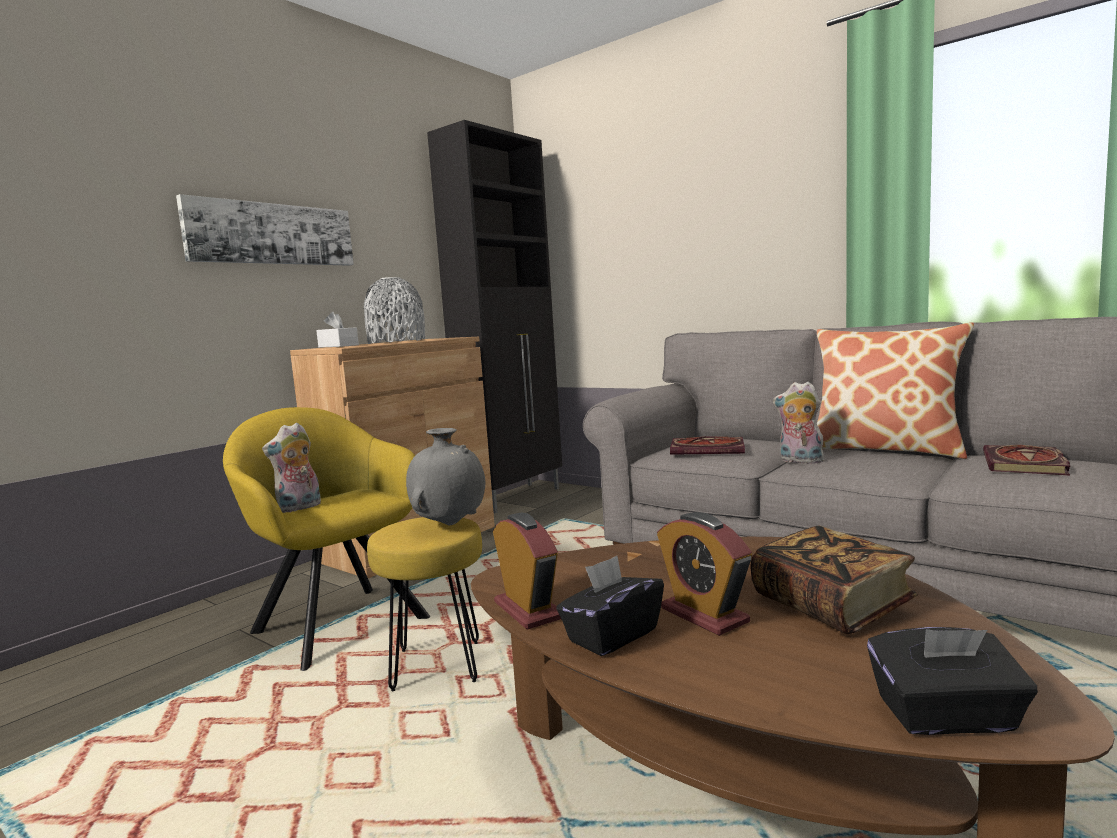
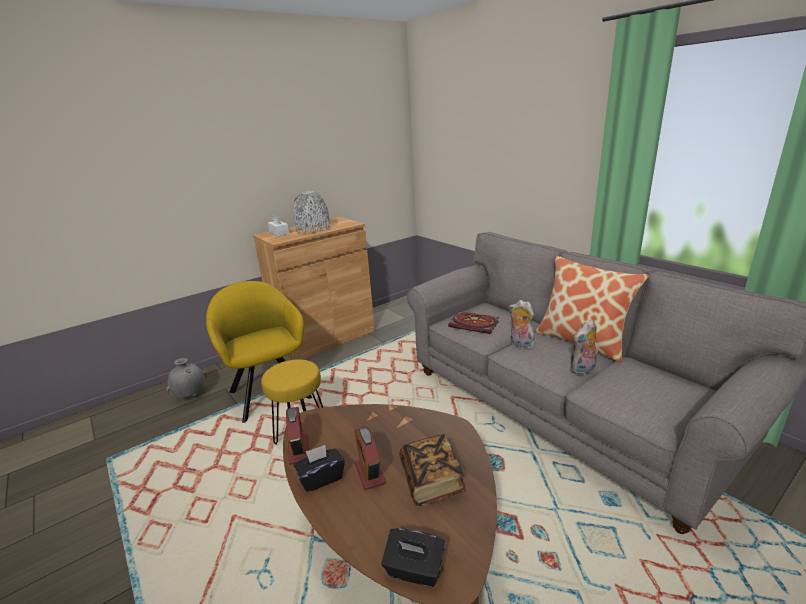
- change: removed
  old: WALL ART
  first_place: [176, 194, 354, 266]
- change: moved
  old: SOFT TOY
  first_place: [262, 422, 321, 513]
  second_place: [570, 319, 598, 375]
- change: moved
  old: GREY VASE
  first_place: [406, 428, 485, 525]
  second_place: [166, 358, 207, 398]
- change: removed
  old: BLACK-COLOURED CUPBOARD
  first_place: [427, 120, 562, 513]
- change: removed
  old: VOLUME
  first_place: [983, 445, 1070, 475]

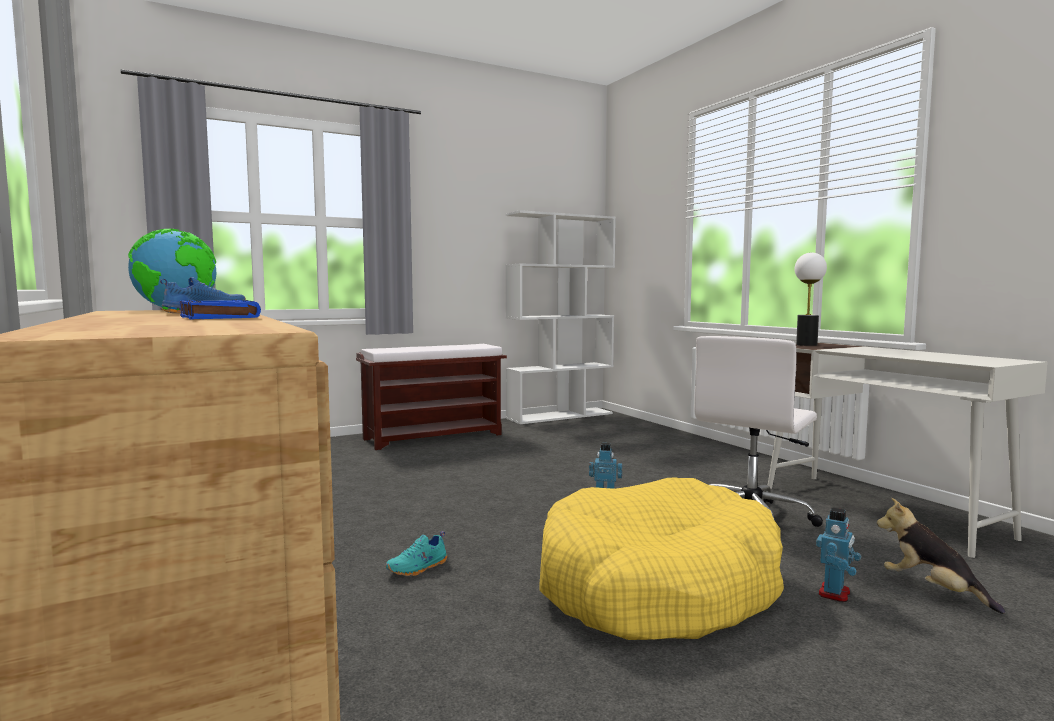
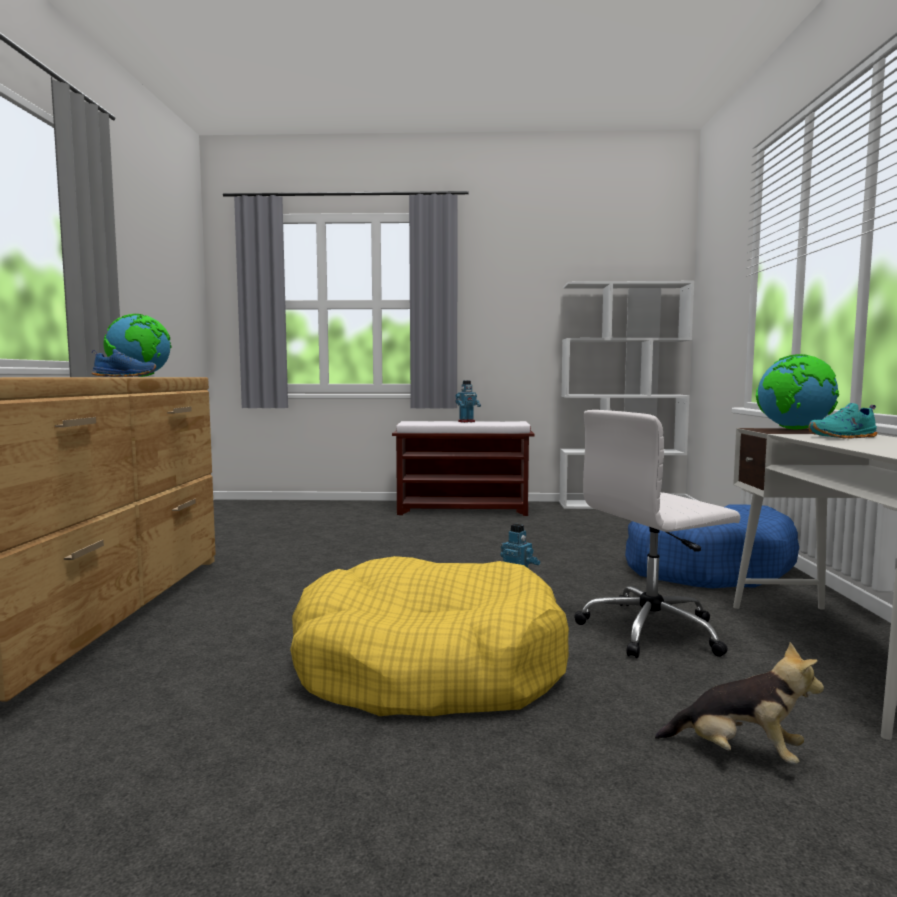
- change: removed
  old: BLUE-COLOURED VOLUME
  first_place: [179, 299, 261, 319]
- change: moved
  old: TURQUOISE SHOE
  first_place: [386, 531, 447, 576]
  second_place: [808, 403, 877, 439]
- change: replaced
  old: TABLE LAMP
  new: GLOBE
  first_place: [795, 253, 827, 346]
  second_place: [756, 354, 839, 429]
- change: moved
  old: TOY ROBOT
  first_place: [816, 507, 861, 602]
  second_place: [456, 381, 481, 423]
- change: turned
  old: SOFT TOY
  first_place: [877, 498, 1005, 614]
  second_place: [655, 642, 824, 764]
  degrees: 120
- change: added
  new: BLUE-COLOURED DOG CUSHION
  second_place: [625, 504, 799, 588]

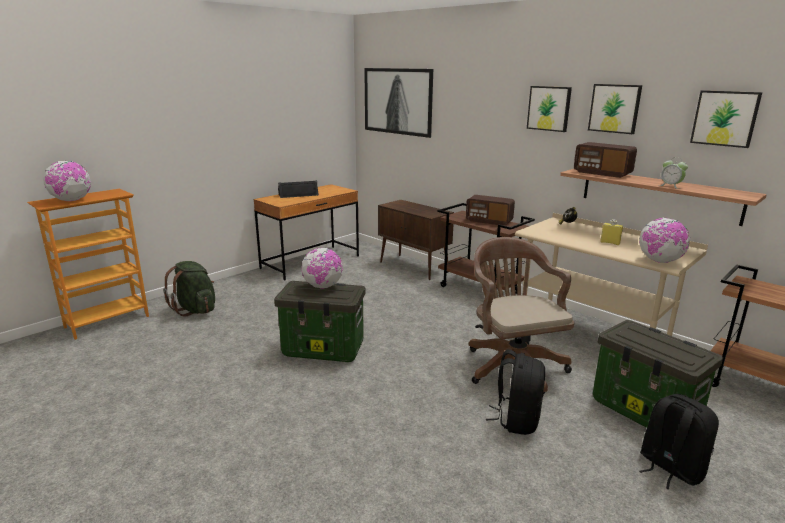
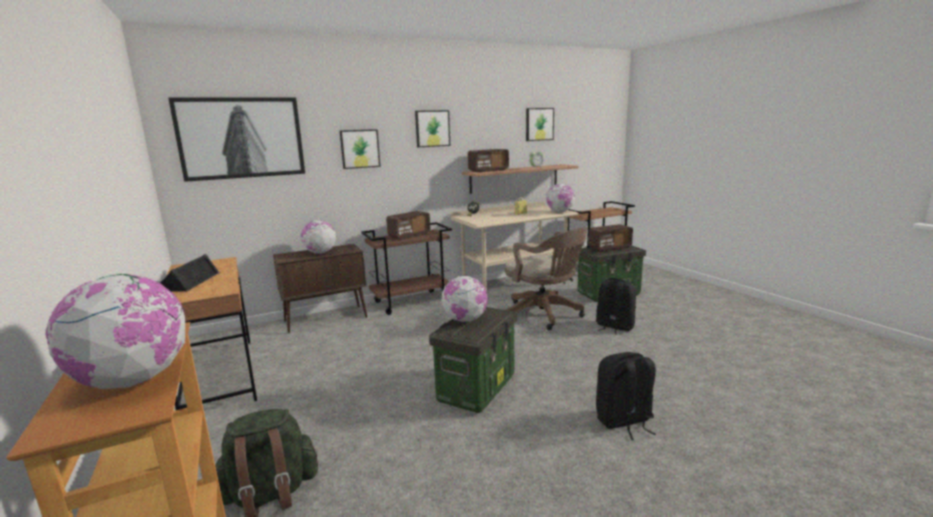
- change: turned
  old: BROWNISH DESK CHAIR
  first_place: [468, 237, 574, 394]
  second_place: [504, 227, 588, 330]
  degrees: -135
- change: moved
  old: WALL ART
  first_place: [588, 84, 642, 134]
  second_place: [340, 129, 380, 169]
- change: moved
  old: BLACK-COLOURED RUCKSACK
  first_place: [640, 394, 719, 490]
  second_place: [596, 352, 656, 440]
- change: added
  new: GLOBE
  second_place: [301, 220, 336, 254]
- change: added
  new: RADIO
  second_place: [588, 224, 633, 252]

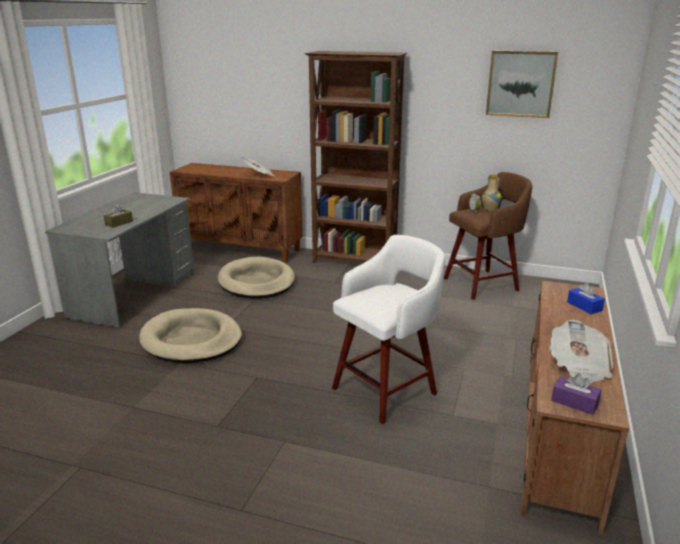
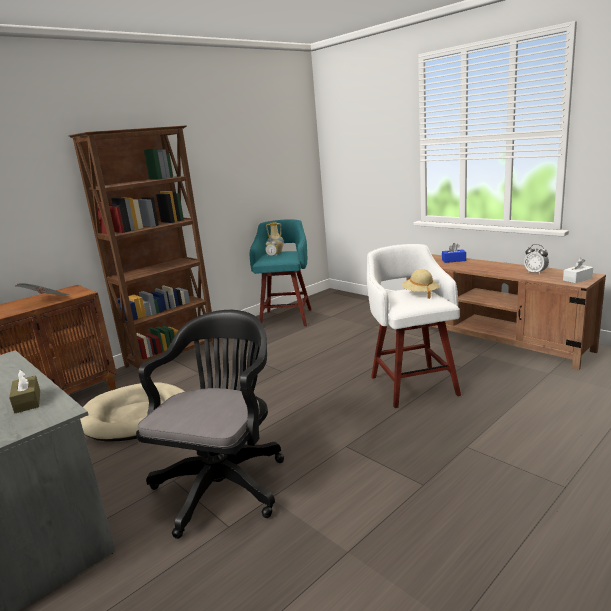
- change: replaced
  old: SAND-COLOURED DOG CUSHION
  new: BLACK-COLOURED DESK CHAIR
  first_place: [139, 308, 242, 363]
  second_place: [136, 310, 284, 539]
- change: recoloured
  old: BROWNISH STOOL SEAT
  new: TURQUOISE STOOL SEAT
  first_place: [444, 172, 532, 300]
  second_place: [250, 219, 312, 326]
- change: removed
  old: WALL ART
  first_place: [486, 51, 558, 118]
- change: replaced
  old: PRINTED PAPER
  new: BEDSIDE CLOCK
  first_place: [549, 320, 613, 385]
  second_place: [524, 244, 549, 274]
- change: recoloured
  old: PURPLE BOX OF TISSUES
  new: WHITE BOX OF TISSUES
  first_place: [551, 373, 602, 415]
  second_place: [563, 258, 593, 283]
- change: added
  new: SAND-COLOURED WEARABLE HAT
  second_place: [402, 269, 439, 299]

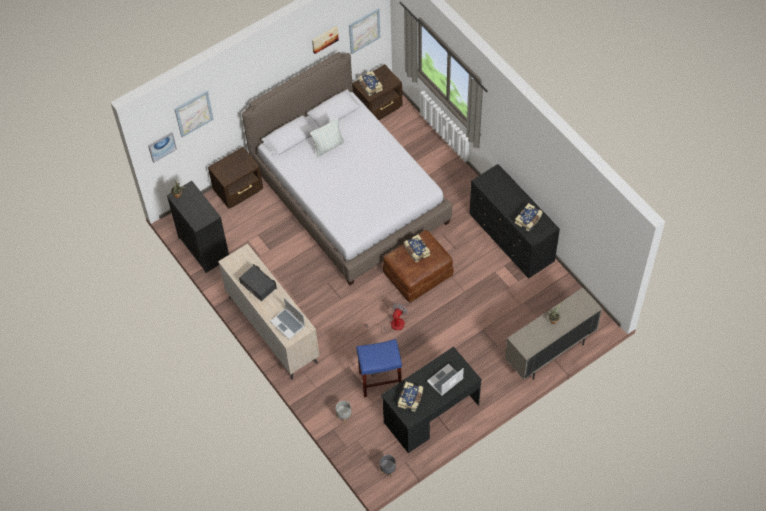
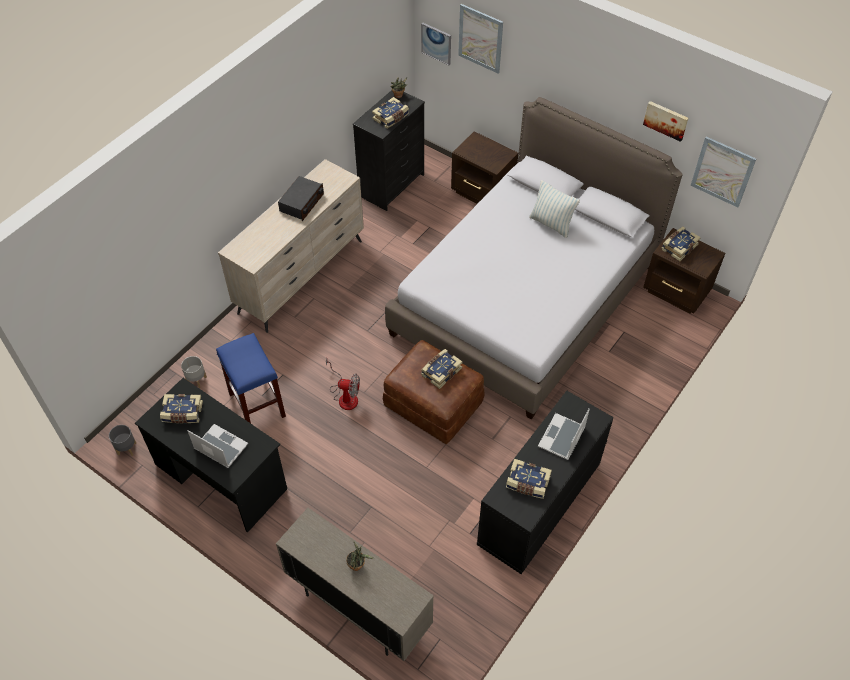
- change: moved
  old: NOTEBOOK COMPUTER
  first_place: [270, 298, 305, 339]
  second_place: [538, 409, 590, 460]
- change: added
  new: VOLUME
  second_place: [372, 97, 409, 129]

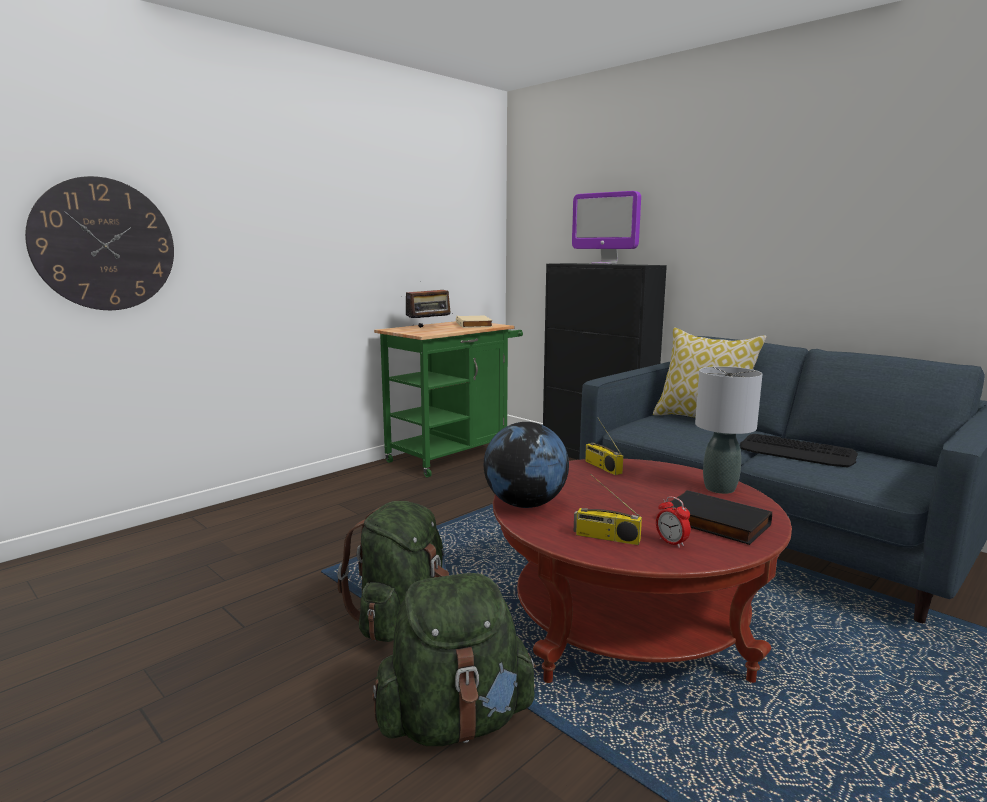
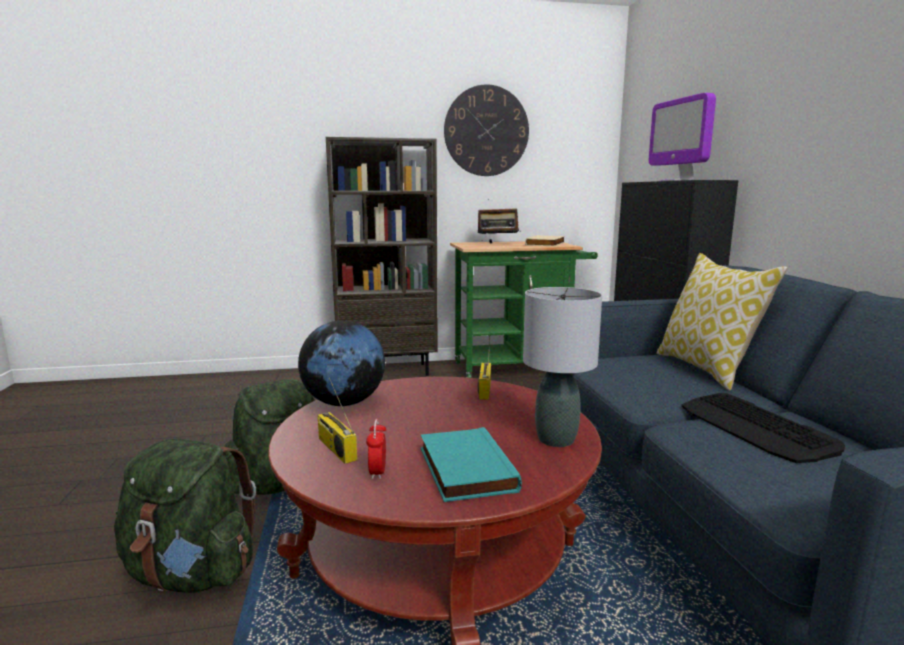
- change: moved
  old: WALL CLOCK
  first_place: [25, 176, 174, 310]
  second_place: [444, 84, 529, 176]
- change: recoloured
  old: BLACK-COLOURED VOLUME
  new: TURQUOISE VOLUME
  first_place: [665, 490, 772, 545]
  second_place: [421, 427, 522, 502]
- change: added
  new: BROWNISH SHELVING UNIT
  second_place: [326, 137, 438, 376]

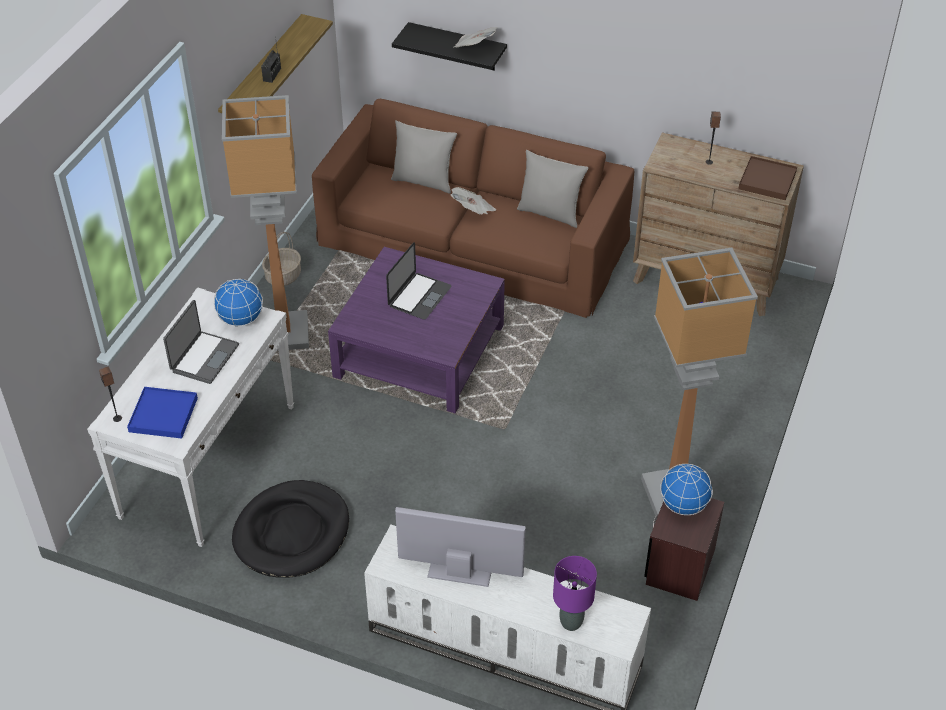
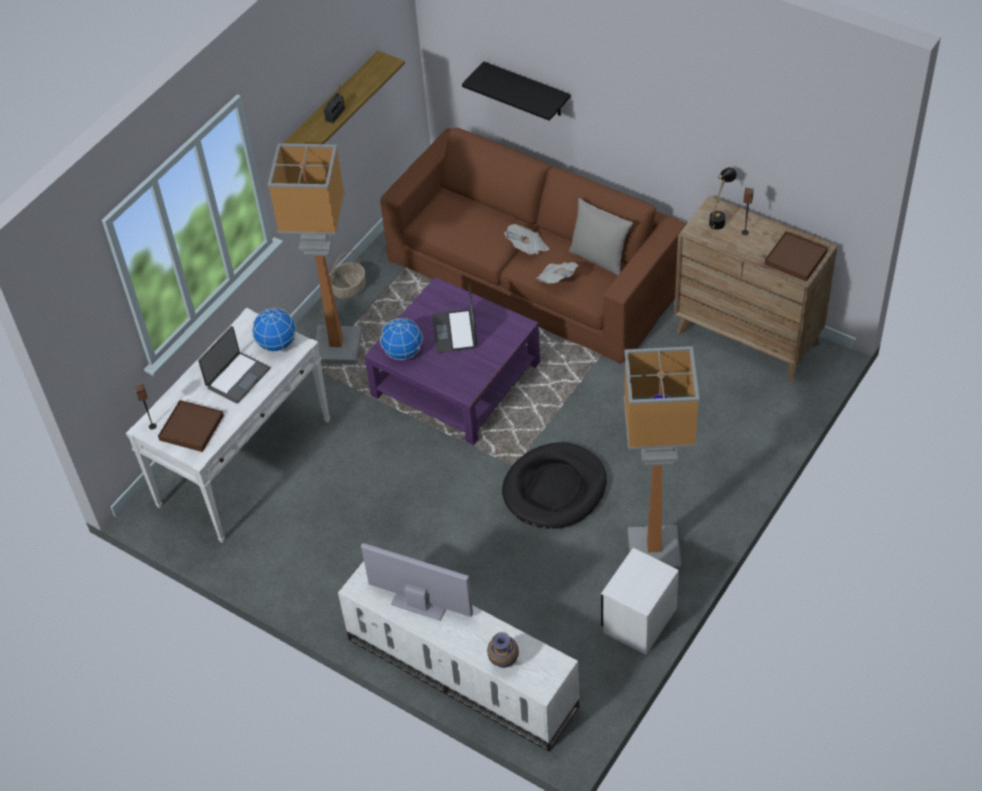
- change: recoloured
  old: BLUE-COLOURED TRAY
  new: BROWNISH TRAY
  first_place: [127, 387, 198, 439]
  second_place: [158, 400, 224, 452]
- change: moved
  old: BLACK-COLOURED DOG CUSHION
  first_place: [232, 480, 349, 578]
  second_place: [502, 442, 607, 529]
- change: turned
  old: NOTEBOOK COMPUTER
  first_place: [386, 242, 451, 320]
  second_place: [432, 284, 477, 353]
  degrees: 135
- change: removed
  old: GREY THROW PILLOW
  first_place: [391, 120, 457, 194]
- change: moved
  old: PRINTED PAPER
  first_place: [453, 27, 498, 48]
  second_place: [536, 262, 579, 284]
- change: replaced
  old: PURPLE TABLE LAMP
  new: VASE
  first_place: [553, 556, 597, 631]
  second_place: [487, 632, 519, 668]
- change: recoloured
  old: BROWNISH BEDSIDE TABLE
  new: WHITE BEDSIDE TABLE
  first_place: [644, 498, 724, 601]
  second_place: [601, 548, 679, 655]
- change: moved
  old: GLOBE
  first_place: [660, 464, 713, 515]
  second_place: [380, 318, 423, 360]
- change: added
  new: BLACK-COLOURED TABLE LAMP
  second_place: [709, 167, 737, 230]

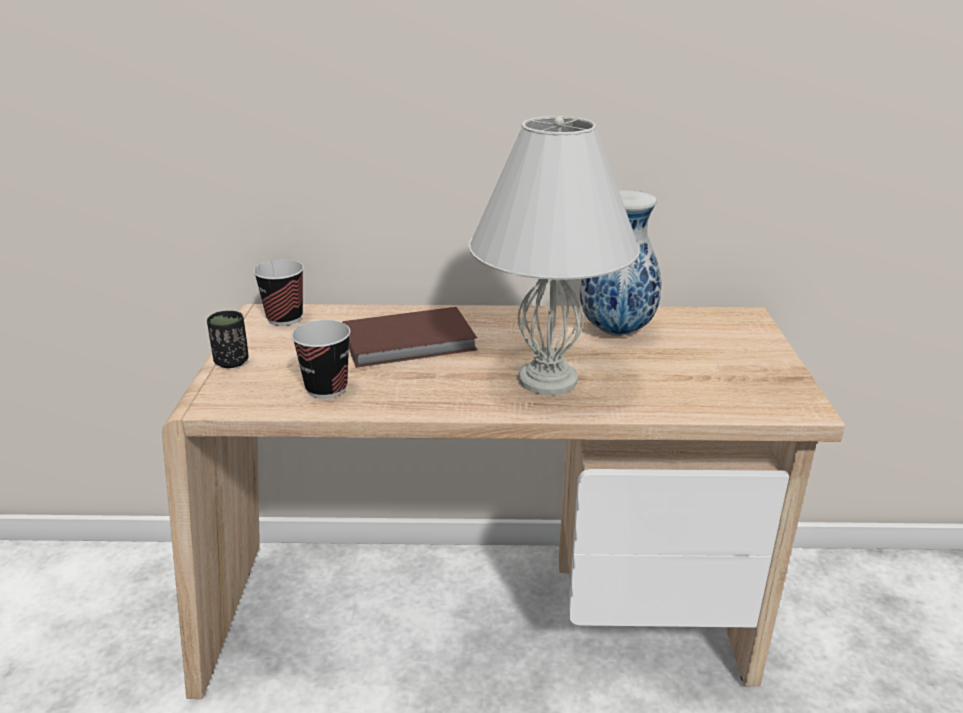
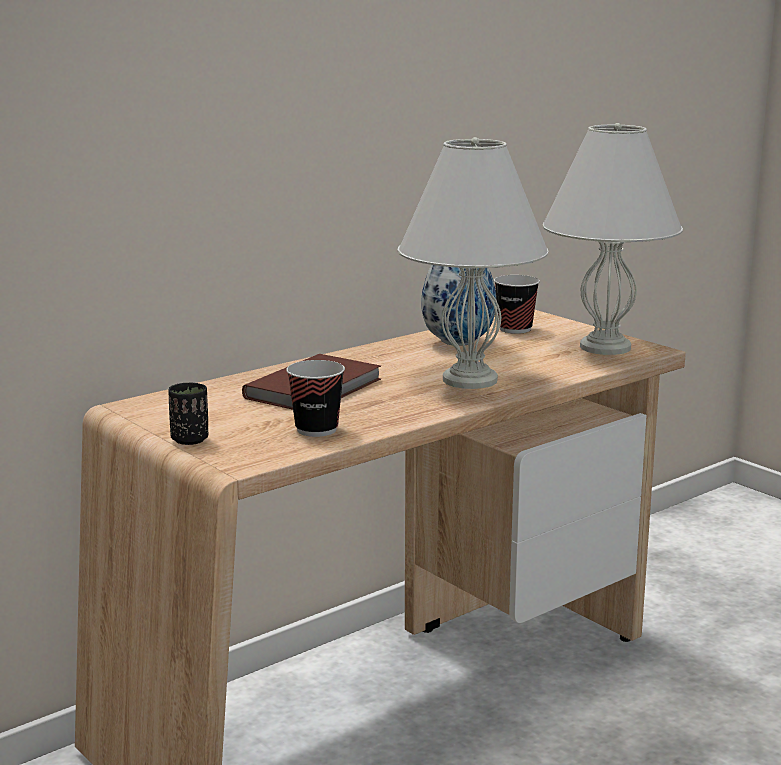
- change: moved
  old: SMALL CUP
  first_place: [253, 260, 304, 326]
  second_place: [494, 275, 540, 334]
- change: added
  new: WHITE TABLE LAMP
  second_place: [543, 123, 683, 355]

